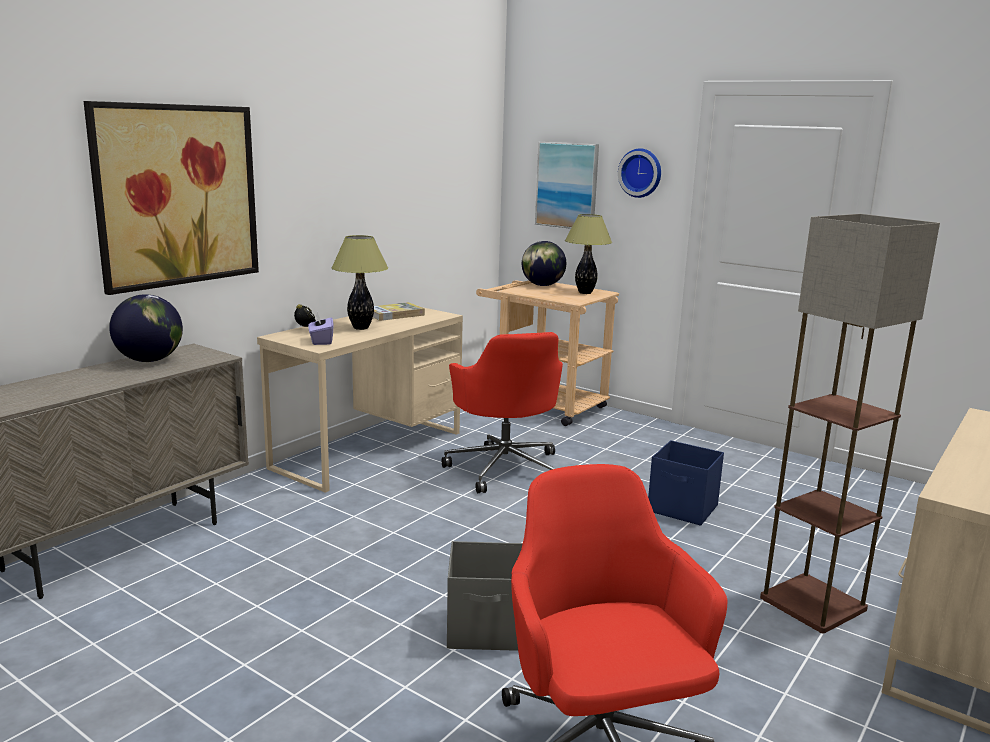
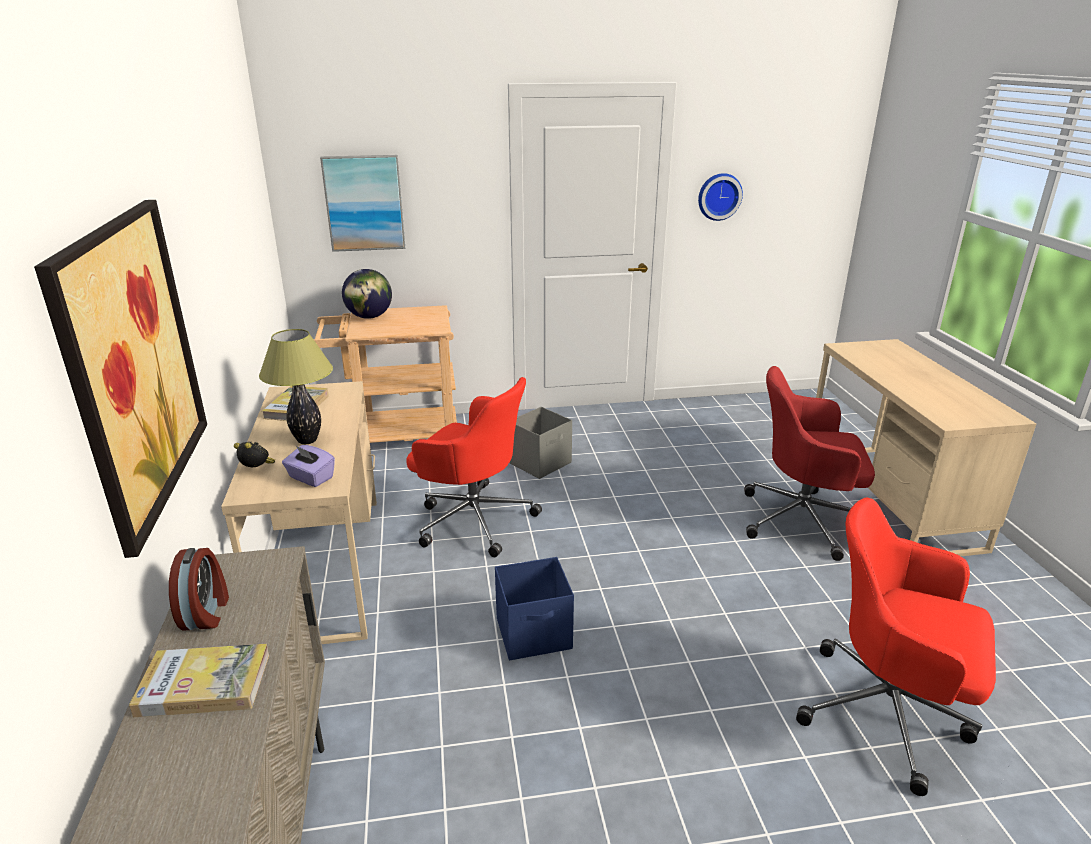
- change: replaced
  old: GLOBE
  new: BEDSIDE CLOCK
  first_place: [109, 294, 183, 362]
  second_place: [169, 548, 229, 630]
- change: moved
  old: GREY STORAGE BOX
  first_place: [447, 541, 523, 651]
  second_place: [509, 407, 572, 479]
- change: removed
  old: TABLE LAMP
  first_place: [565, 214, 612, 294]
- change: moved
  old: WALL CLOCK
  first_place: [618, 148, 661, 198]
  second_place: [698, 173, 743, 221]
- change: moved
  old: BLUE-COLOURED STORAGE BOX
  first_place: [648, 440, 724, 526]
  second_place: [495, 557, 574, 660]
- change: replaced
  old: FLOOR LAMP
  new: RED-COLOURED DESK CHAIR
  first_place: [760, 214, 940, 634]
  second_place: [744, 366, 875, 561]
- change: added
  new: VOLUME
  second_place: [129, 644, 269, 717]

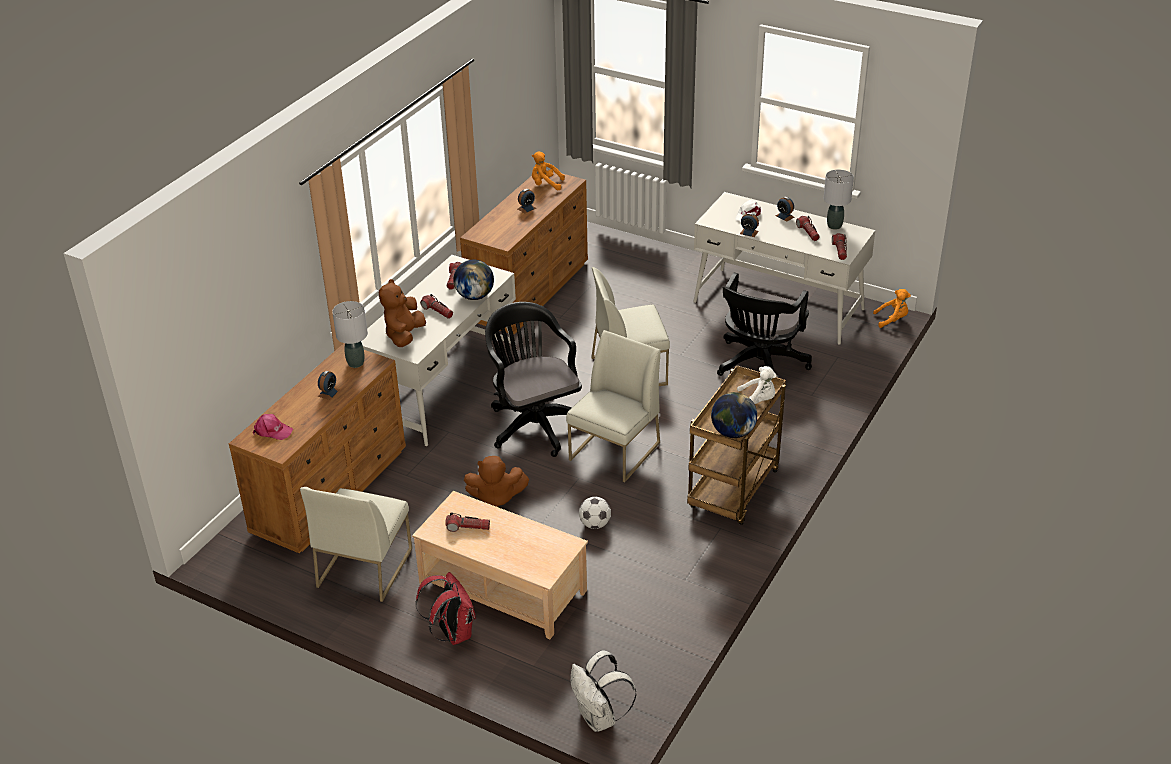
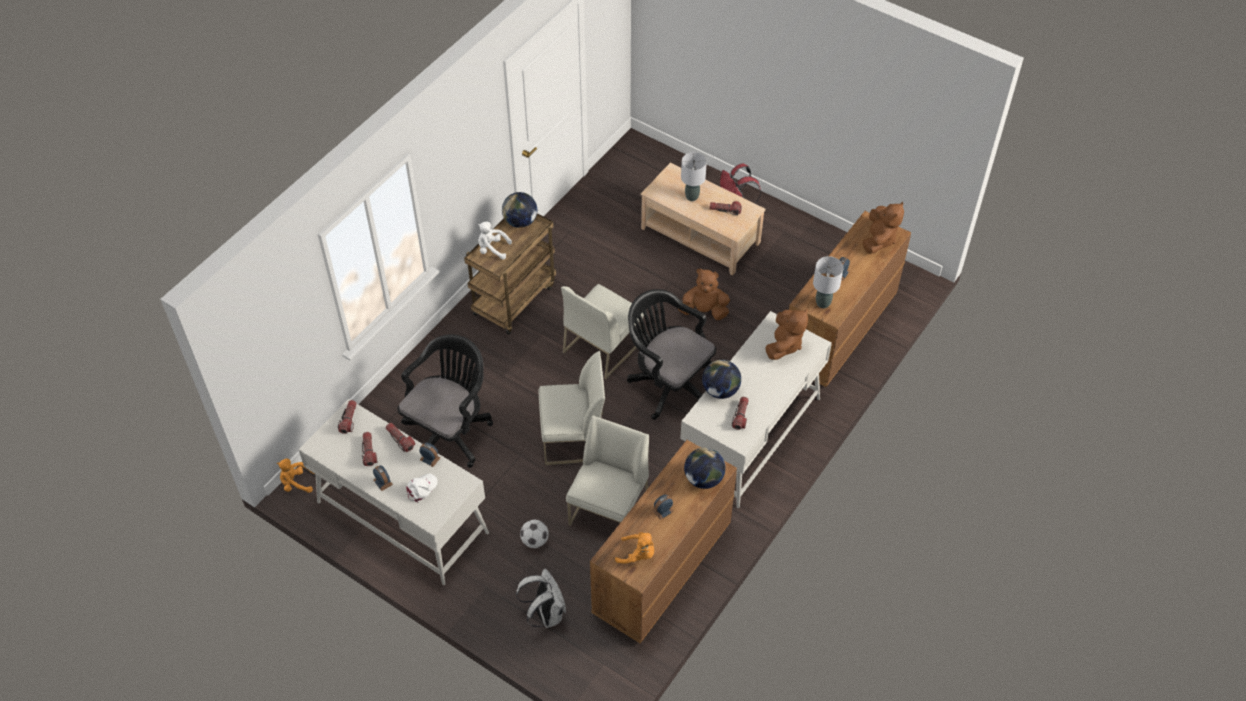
- change: replaced
  old: PINK PEAKED CAP
  new: BROWNISH SOFT TOY
  first_place: [253, 414, 293, 440]
  second_place: [862, 201, 904, 254]
- change: moved
  old: WHITE PLAIN CHAIR
  first_place: [300, 487, 412, 602]
  second_place: [566, 415, 649, 526]
- change: moved
  old: TORCH
  first_place: [420, 294, 453, 319]
  second_place: [386, 423, 415, 452]
- change: turned
  old: BLACK-COLOURED DESK CHAIR
  first_place: [485, 302, 582, 457]
  second_place: [627, 289, 716, 420]
  degrees: 150
- change: moved
  old: WHITE RUCKSACK
  first_place: [571, 650, 636, 732]
  second_place: [516, 568, 566, 628]
- change: moved
  old: BALL FOR FOOTBALL
  first_place: [579, 497, 611, 529]
  second_place: [520, 520, 549, 548]
- change: moved
  old: GREY TABLE LAMP
  first_place: [824, 169, 854, 230]
  second_place: [681, 152, 707, 201]
- change: added
  new: GLOBE
  second_place: [684, 447, 726, 489]

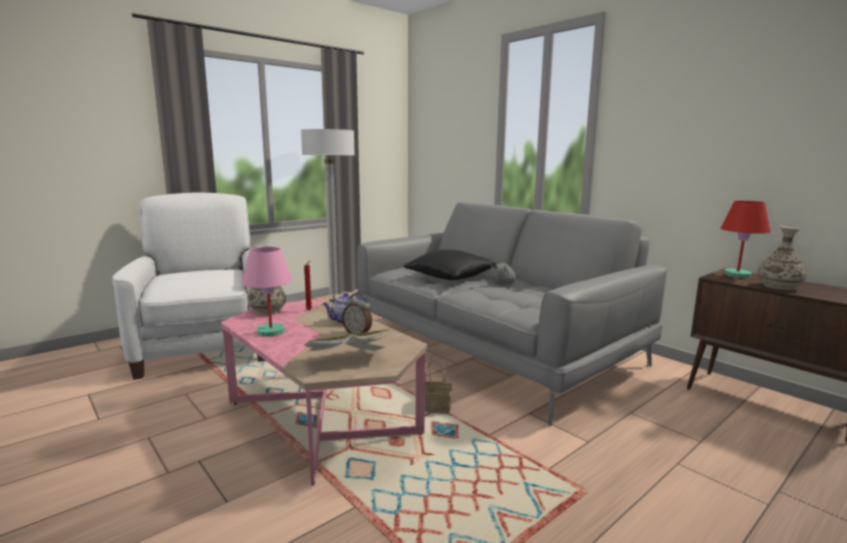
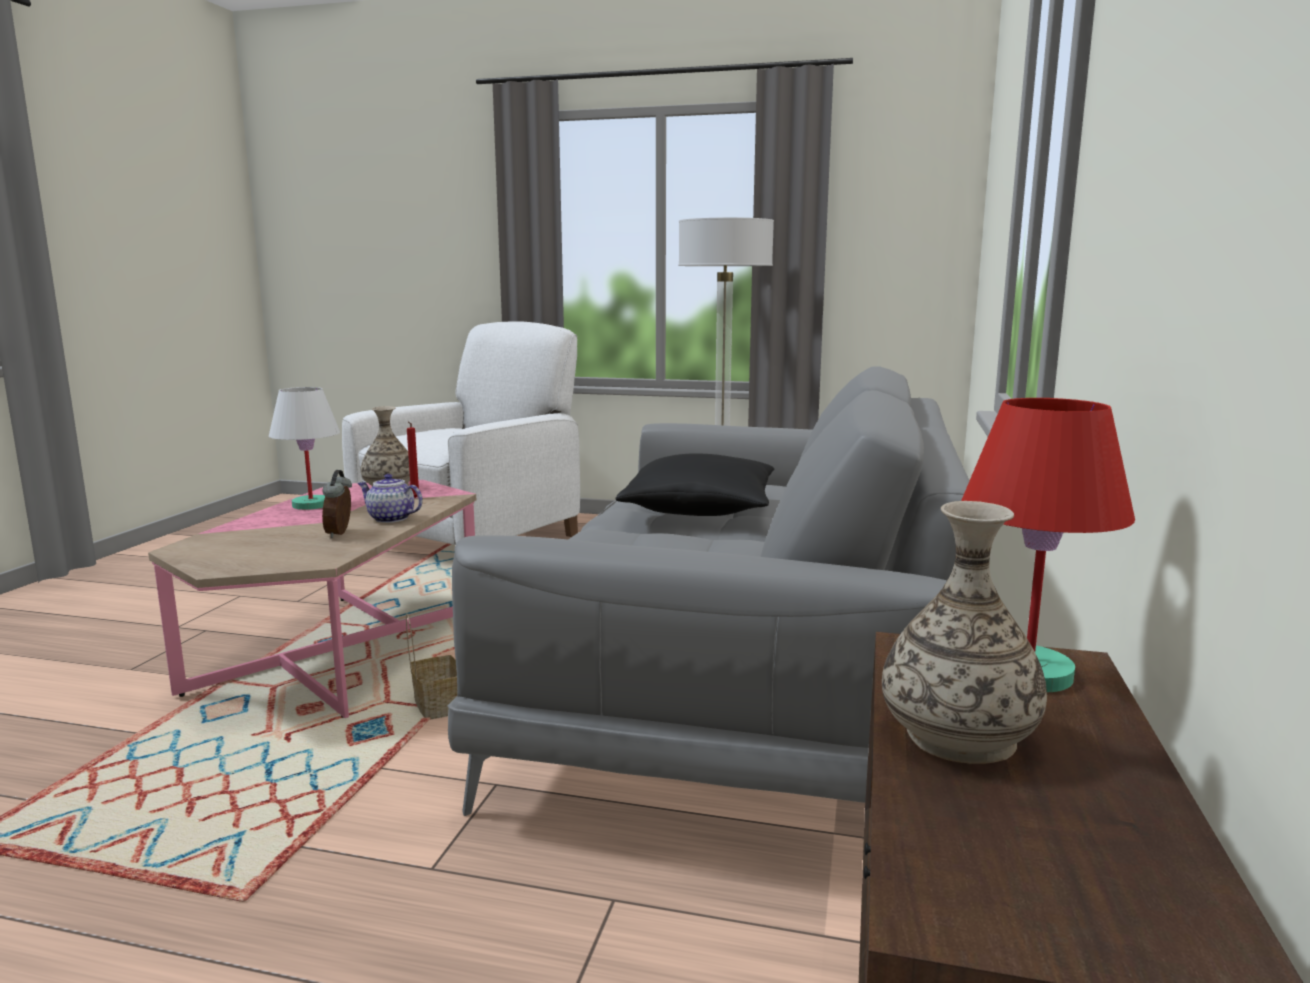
- change: recoloured
  old: PINK TABLE LAMP
  new: WHITE TABLE LAMP
  first_place: [242, 247, 293, 337]
  second_place: [269, 387, 340, 510]
- change: removed
  old: VOLUME
  first_place: [304, 329, 390, 360]
- change: removed
  old: GREY SOFT TOY
  first_place: [489, 261, 518, 285]

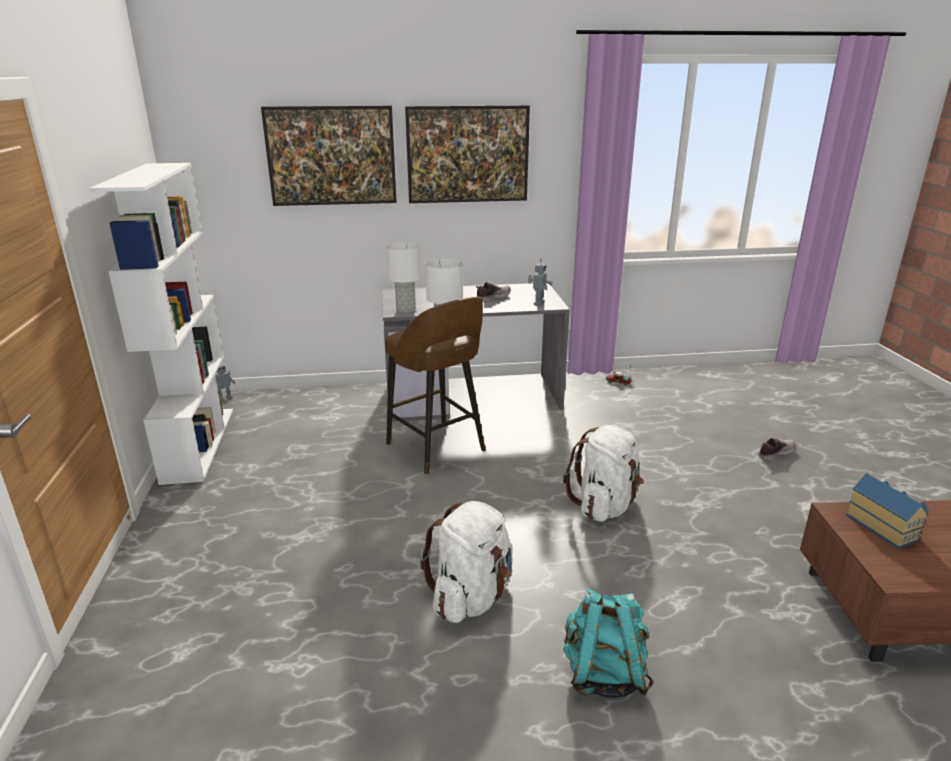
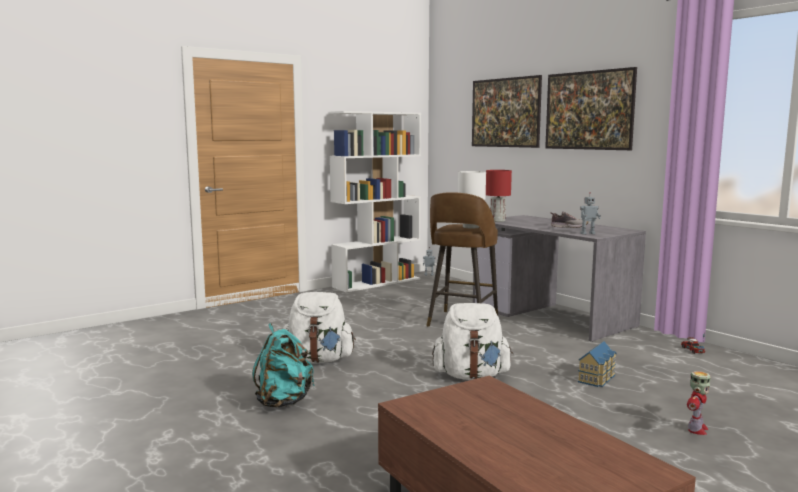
- change: recoloured
  old: WHITE TABLE LAMP
  new: RED-COLOURED TABLE LAMP
  first_place: [386, 242, 421, 313]
  second_place: [486, 170, 512, 222]
- change: replaced
  old: SHOE
  new: TOY ROBOT
  first_place: [758, 438, 795, 460]
  second_place: [687, 371, 711, 435]
- change: moved
  old: TOY HOUSE
  first_place: [846, 473, 929, 549]
  second_place: [578, 341, 617, 387]

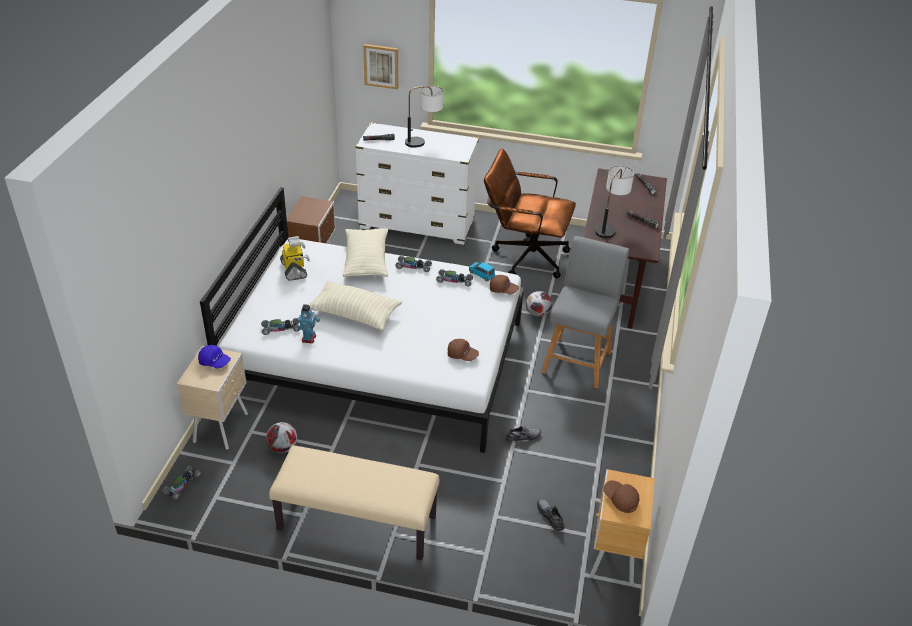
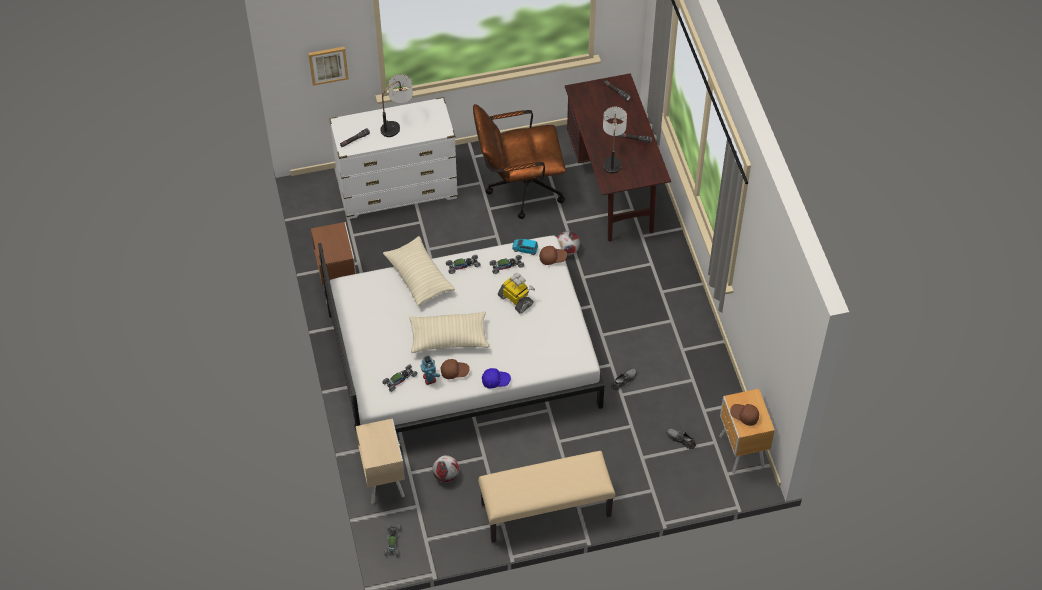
- change: moved
  old: BLUE-COLOURED PEAKED CAP
  first_place: [198, 345, 231, 369]
  second_place: [482, 368, 511, 389]
- change: moved
  old: TOY ROBOT
  first_place: [280, 236, 310, 281]
  second_place: [498, 273, 535, 314]
- change: moved
  old: BROWNISH PEAKED CAP
  first_place: [448, 339, 479, 361]
  second_place: [441, 359, 470, 379]
- change: removed
  old: GREY STOOL SEAT
  first_place: [541, 236, 629, 388]

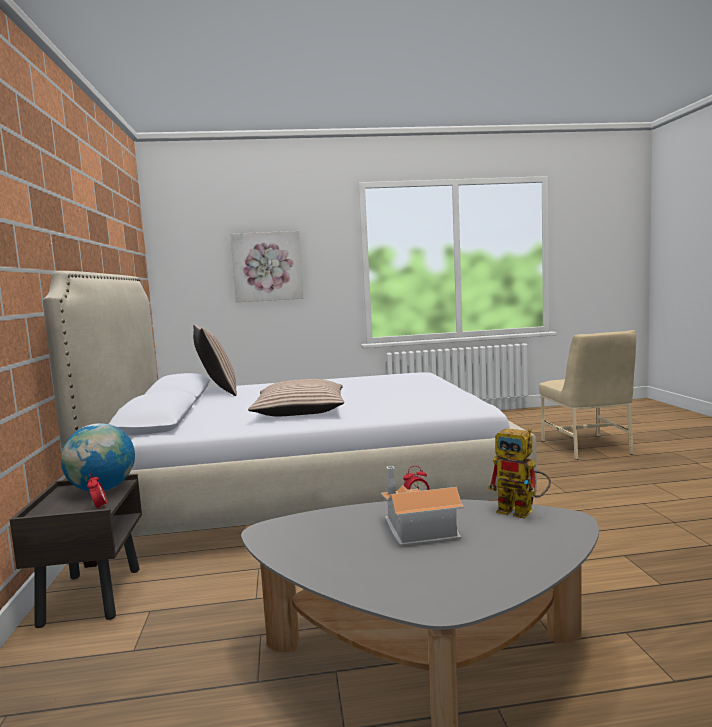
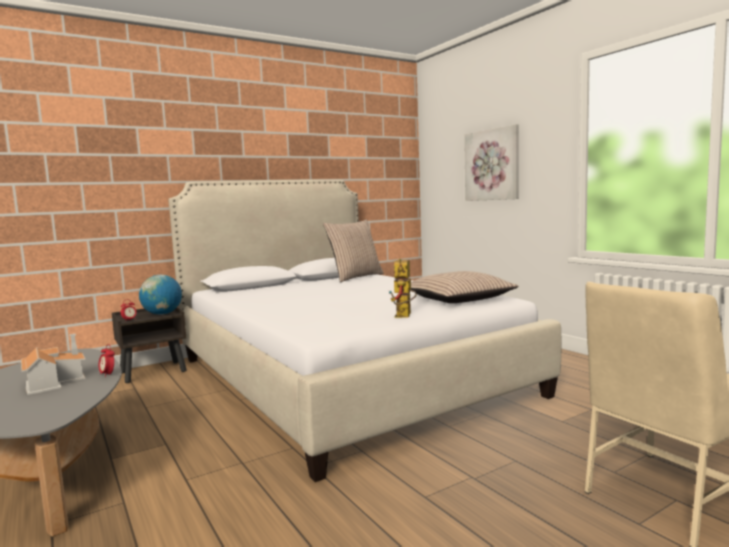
- change: moved
  old: THROW PILLOW
  first_place: [248, 379, 344, 416]
  second_place: [411, 271, 519, 303]
- change: moved
  old: TOY ROBOT
  first_place: [488, 429, 551, 519]
  second_place: [389, 258, 417, 318]

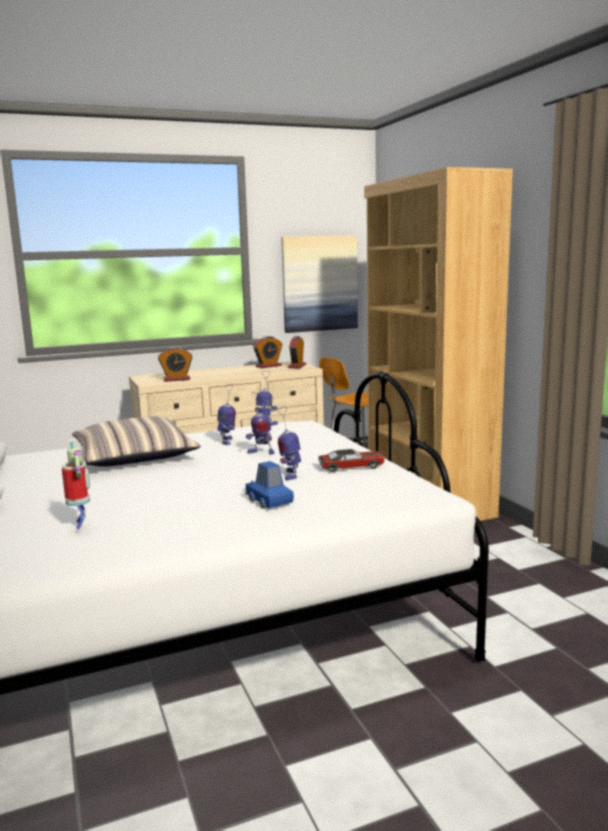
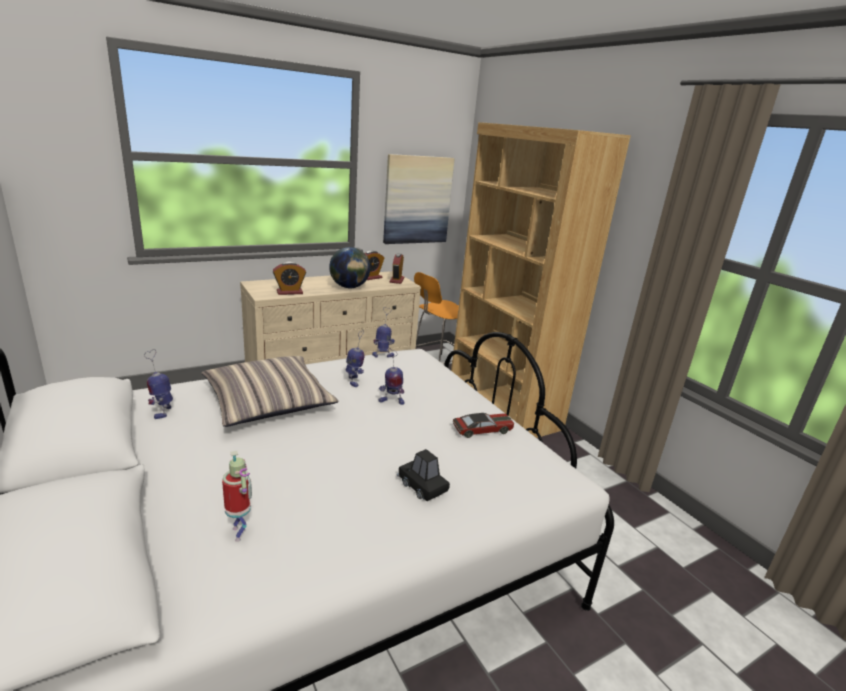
- change: recoloured
  old: BLUE-COLOURED MODEL CAR
  new: BLACK-COLOURED MODEL CAR
  first_place: [245, 461, 294, 509]
  second_place: [397, 449, 450, 501]
- change: moved
  old: TOY ROBOT
  first_place: [278, 405, 301, 480]
  second_place: [144, 349, 173, 419]
- change: added
  new: GLOBE
  second_place: [329, 247, 370, 289]

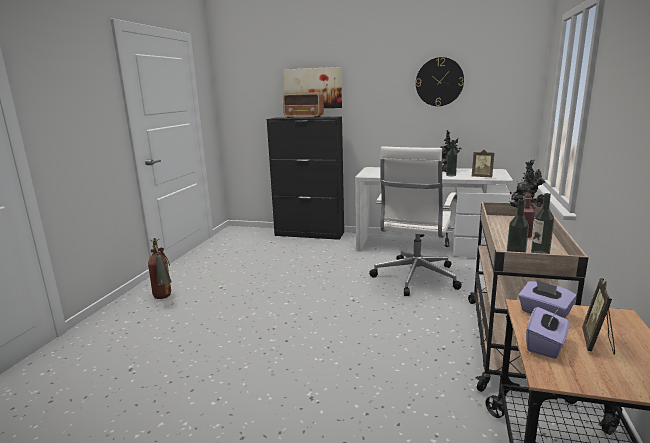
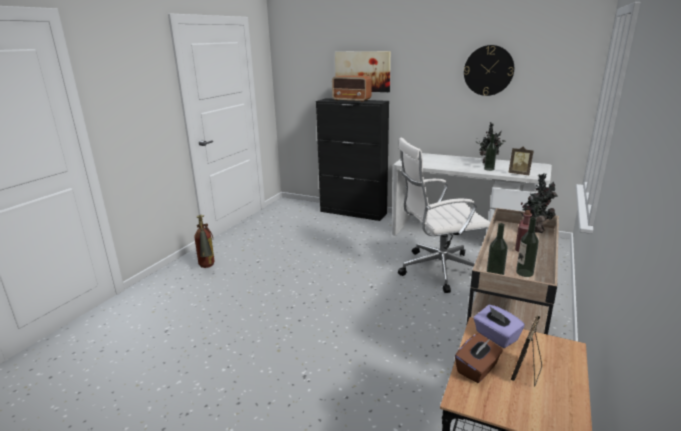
- change: turned
  old: WHITE DESK CHAIR
  first_place: [369, 146, 462, 296]
  second_place: [398, 137, 491, 293]
  degrees: 45
- change: recoloured
  old: PURPLE BOX OF TISSUES
  new: BROWNISH BOX OF TISSUES
  first_place: [526, 307, 569, 359]
  second_place: [455, 333, 503, 383]

